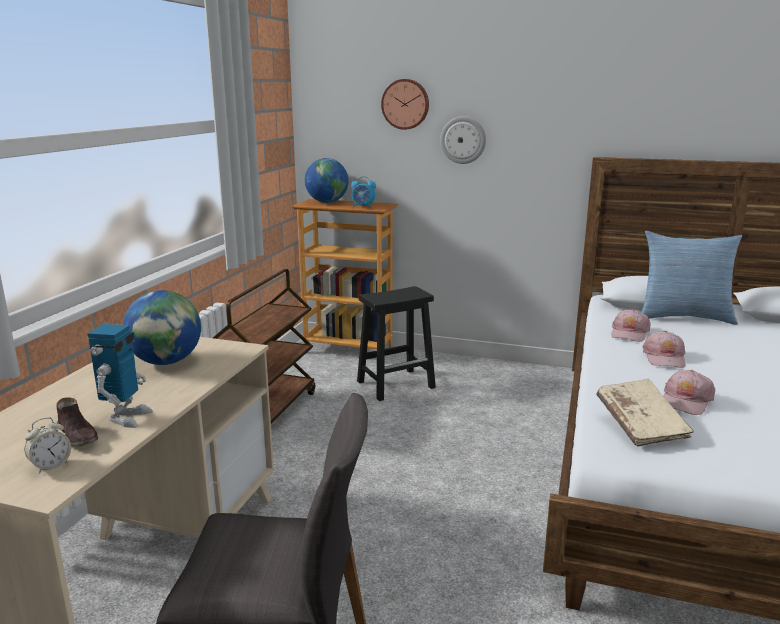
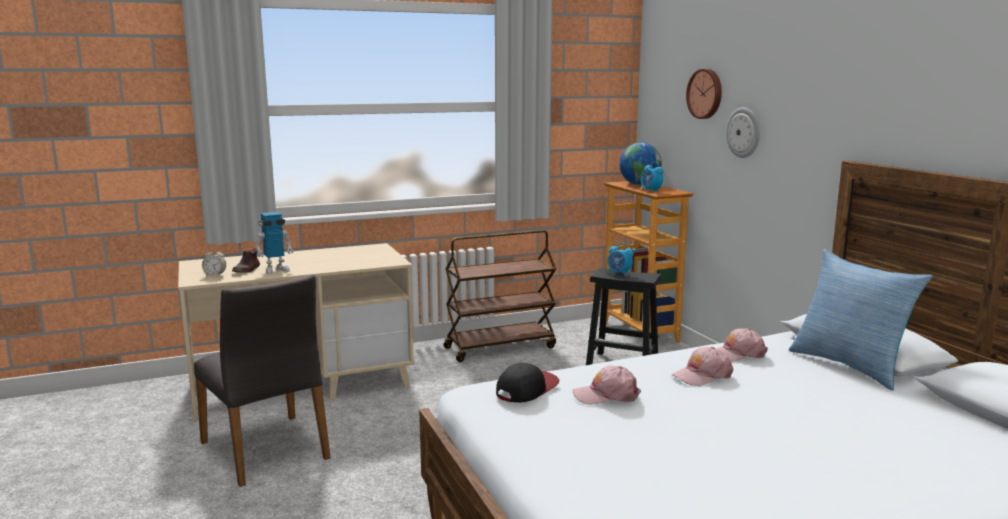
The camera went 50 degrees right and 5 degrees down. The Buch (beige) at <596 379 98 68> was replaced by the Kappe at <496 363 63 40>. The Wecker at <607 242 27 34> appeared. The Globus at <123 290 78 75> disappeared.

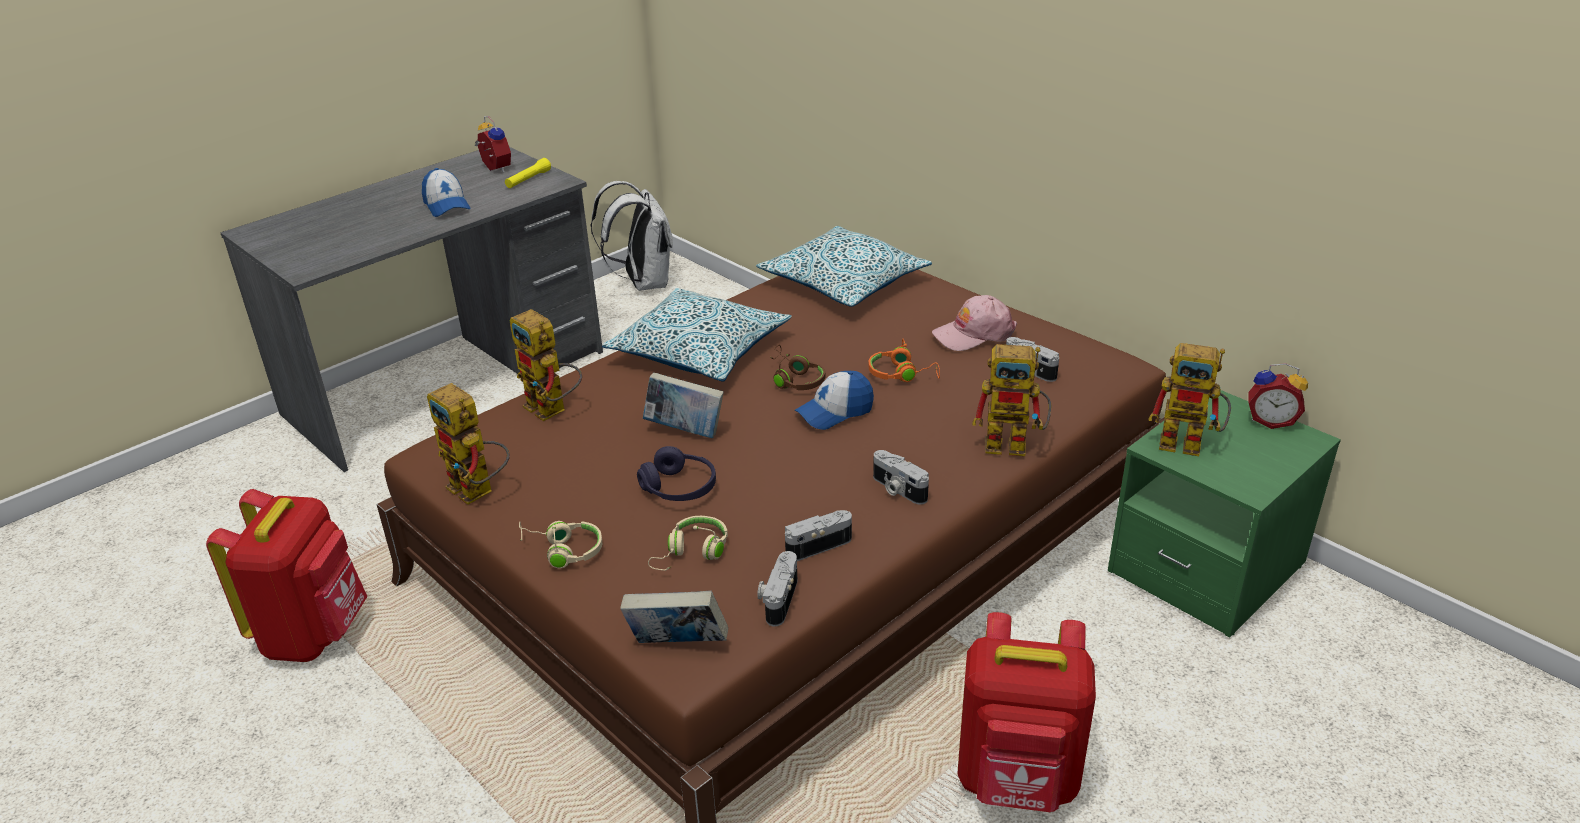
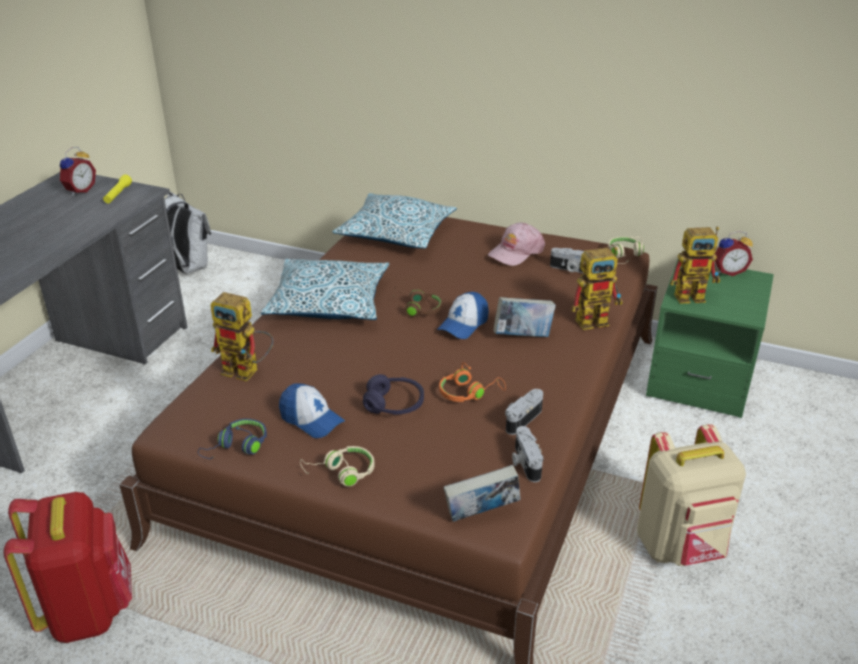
The camera went 25 degrees left and 0 degrees up. The Wecker at <474 116 37 56> turned 90 degrees clockwise. The Spielzeugroboter at <427 383 83 122> was replaced by the Kopfhörer (blau) at <198 419 69 40>. The Kappe moved from <422 168 49 49> to <279 383 66 55>. The Kopfhörer (orange) moved from <868 339 72 43> to <439 362 67 40>. The Buch moved from <643 372 81 66> to <493 297 63 40>. The Kopfhörer (beige) moved from <648 516 80 55> to <608 236 36 28>. The Rucksack (rot) at <957 612 139 200> became the Rucksack (beige) at <637 424 109 142>. The Kamera at <873 450 56 55> disappeared.

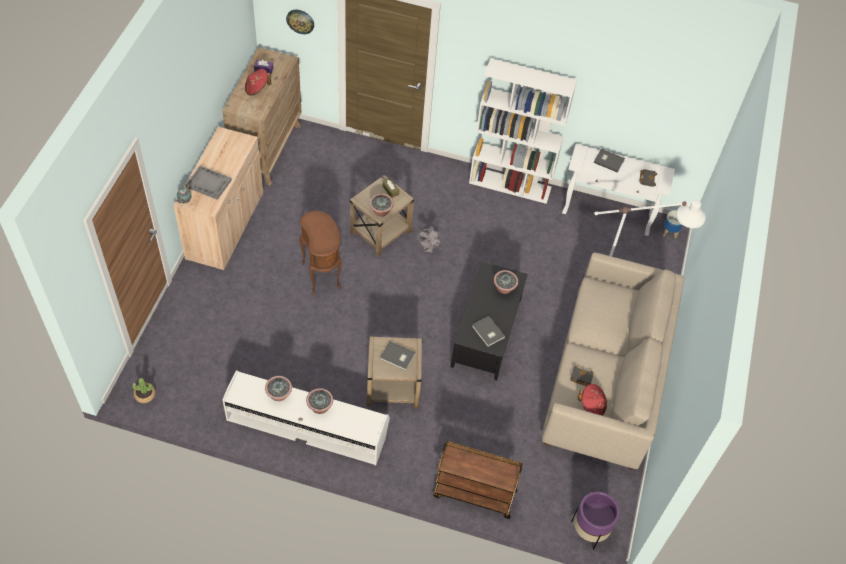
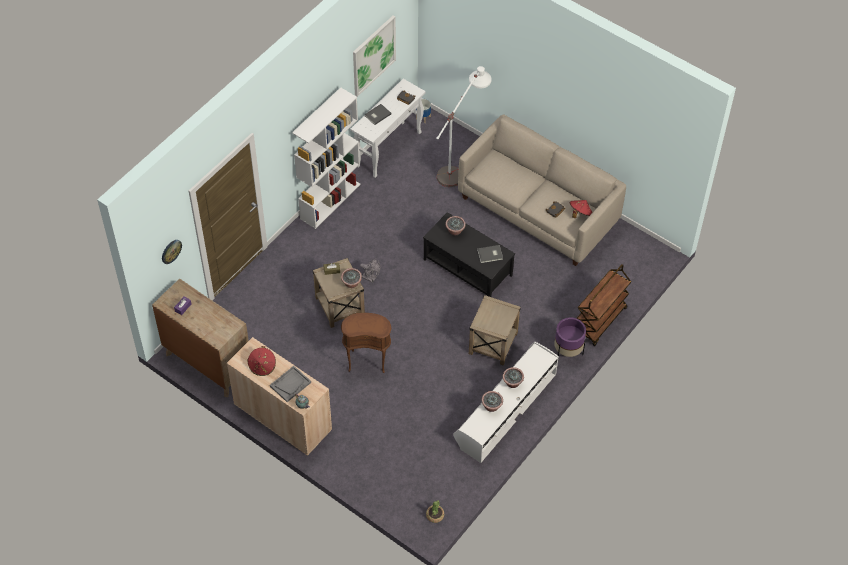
The camera went 65 degrees left and 0 degrees up. The Hut (rot) moved from <245 69 27 27> to <248 346 28 30>. The Bild at <353 16 43 81> appeared. The Pflanzkübel (lila) moved from <571 491 48 59> to <554 317 32 40>. The Buch (grau) at <380 341 36 30> disappeared.

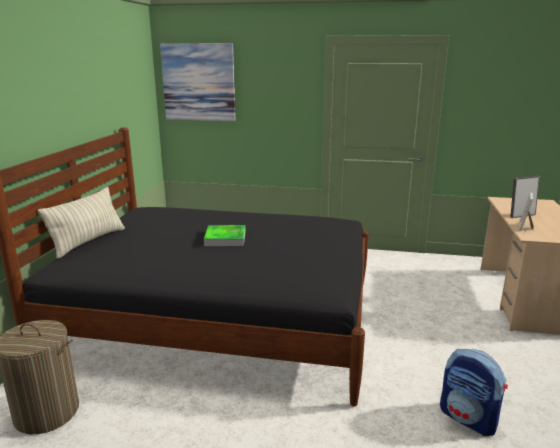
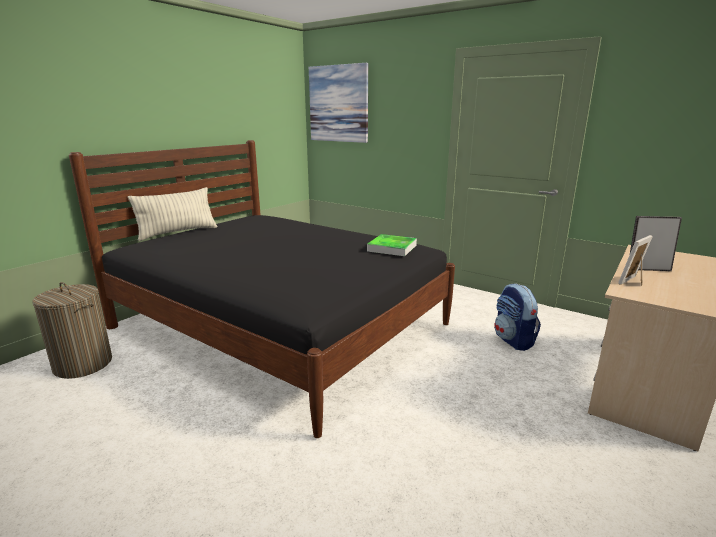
The camera went 25 degrees right and 0 degrees up. The Tablett moved from <204 225 41 21> to <367 234 50 22>. The Rucksack moved from <440 349 68 87> to <494 283 47 68>.

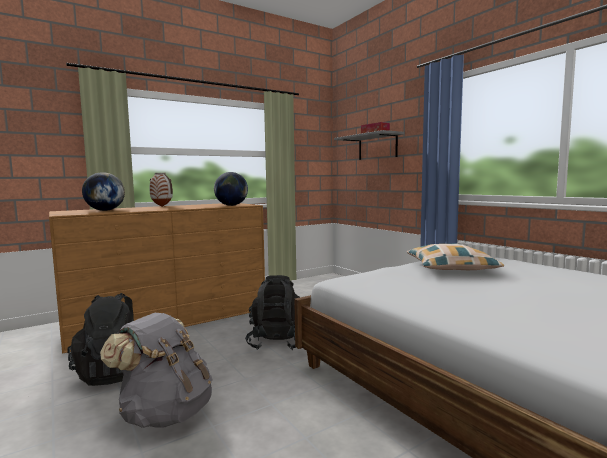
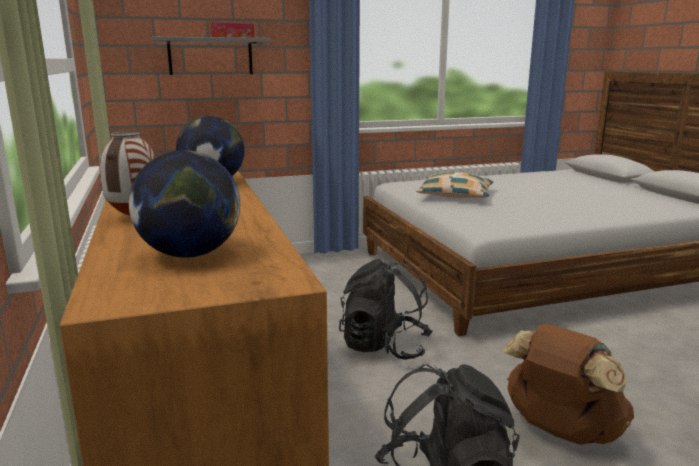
The camera went 75 degrees left and 10 degrees up. The Rucksack (grau) at <100 313 113 115> became the Rucksack (braun) at <502 324 132 121>.

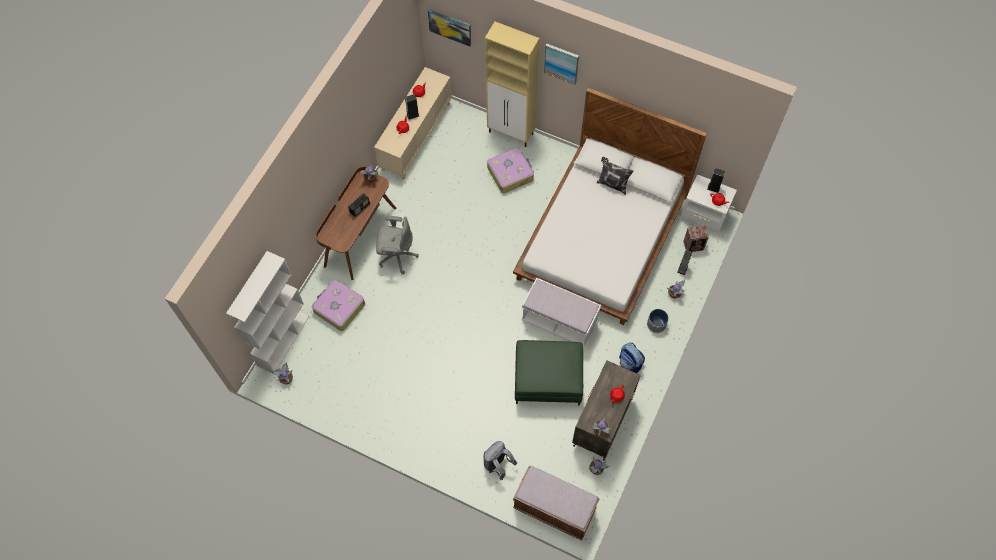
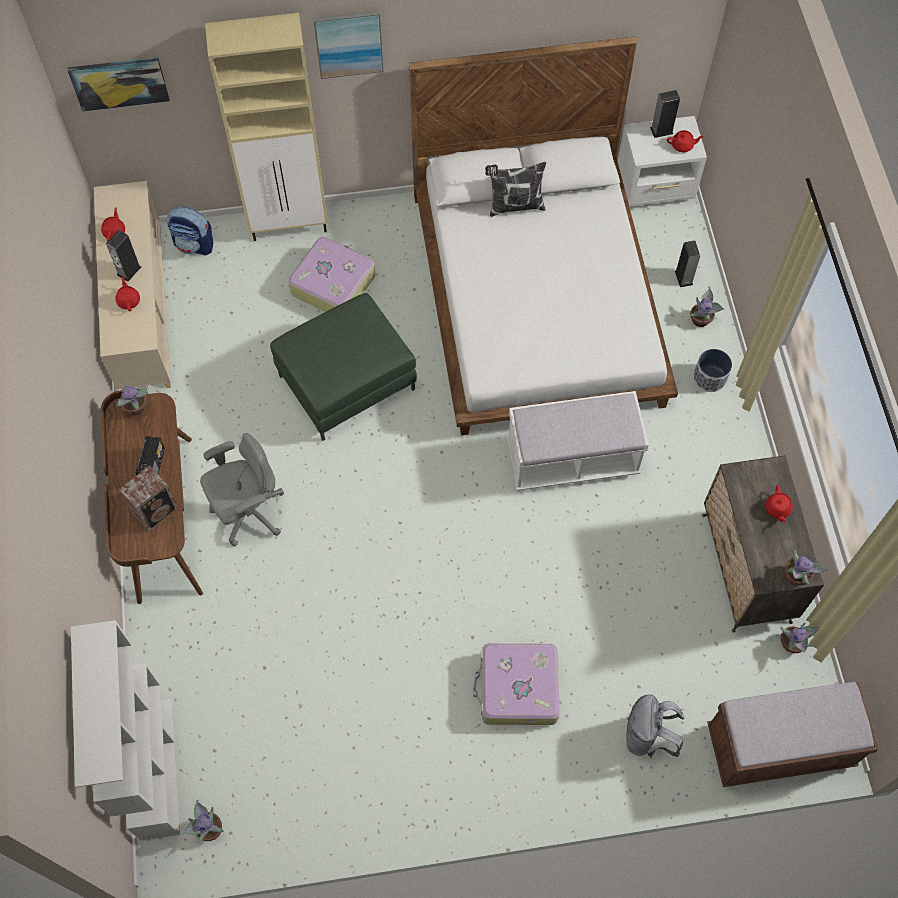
The camera went 35 degrees left and 0 degrees up. The Lautsprecher moved from <683 225 26 27> to <119 465 59 66>. The Rucksack moved from <619 343 26 30> to <166 207 47 48>. The Polsterhocker (grün) moved from <515 340 68 66> to <270 293 147 148>. The Koffer moved from <312 280 53 51> to <473 643 87 82>.

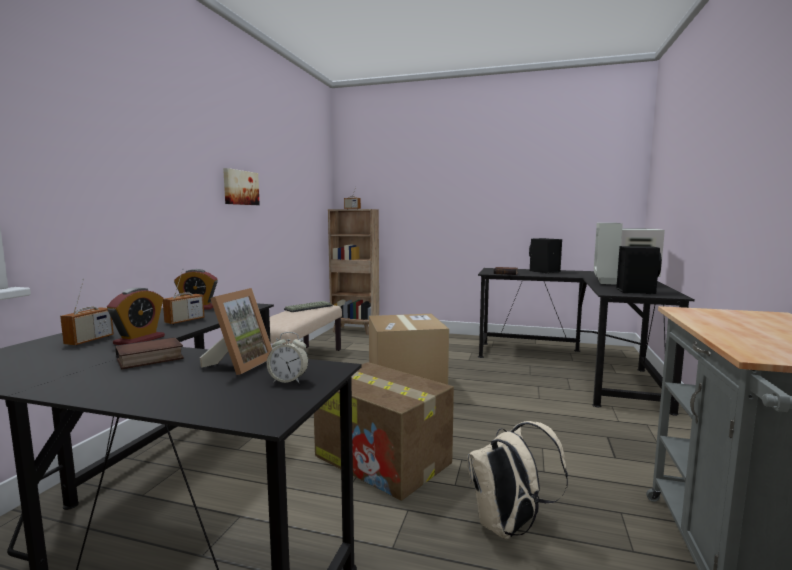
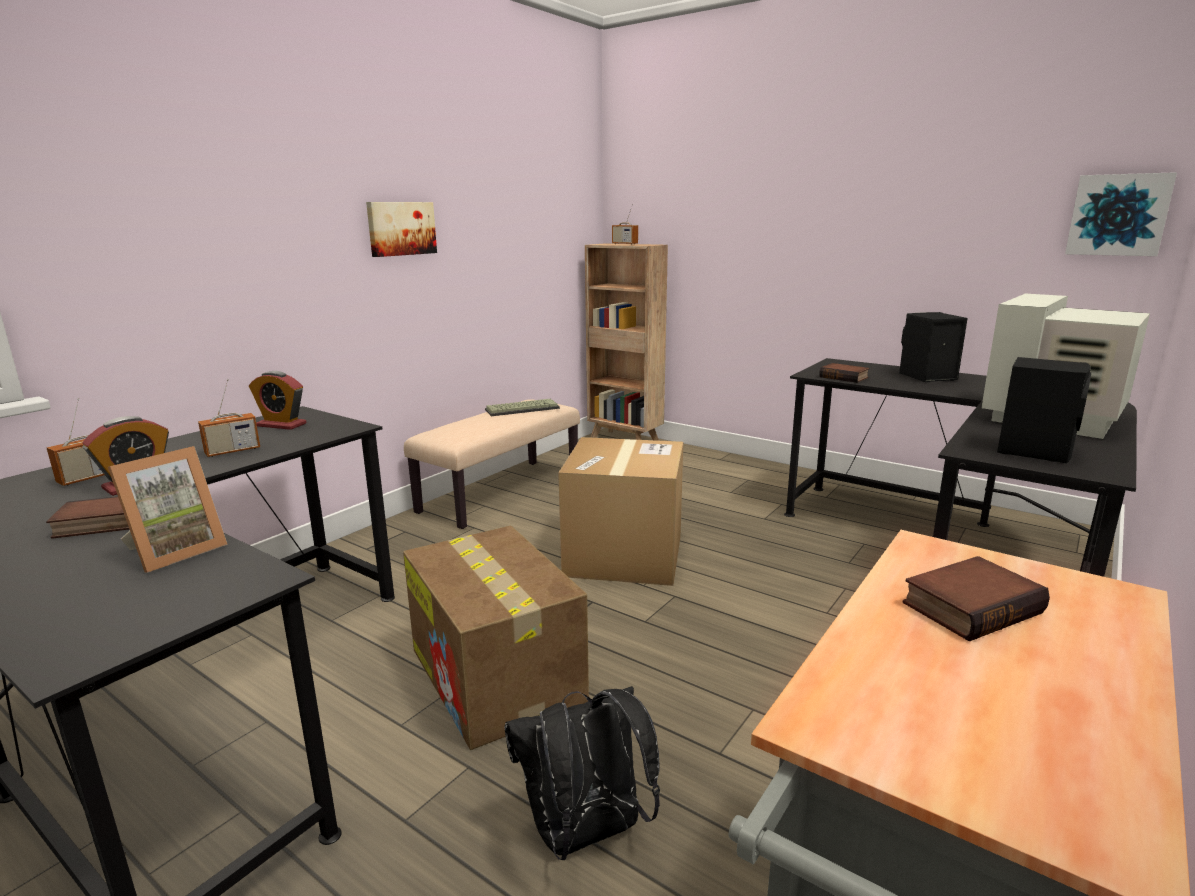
The camera went 20 degrees right and 10 degrees up. The Rucksack (beige) at <467 421 101 118> became the Rucksack (schwarz) at <505 686 155 174>. The Buch at <903 556 147 85> appeared. The Bild at <1065 172 112 84> appeared. The Wecker at <267 332 41 51> disappeared.

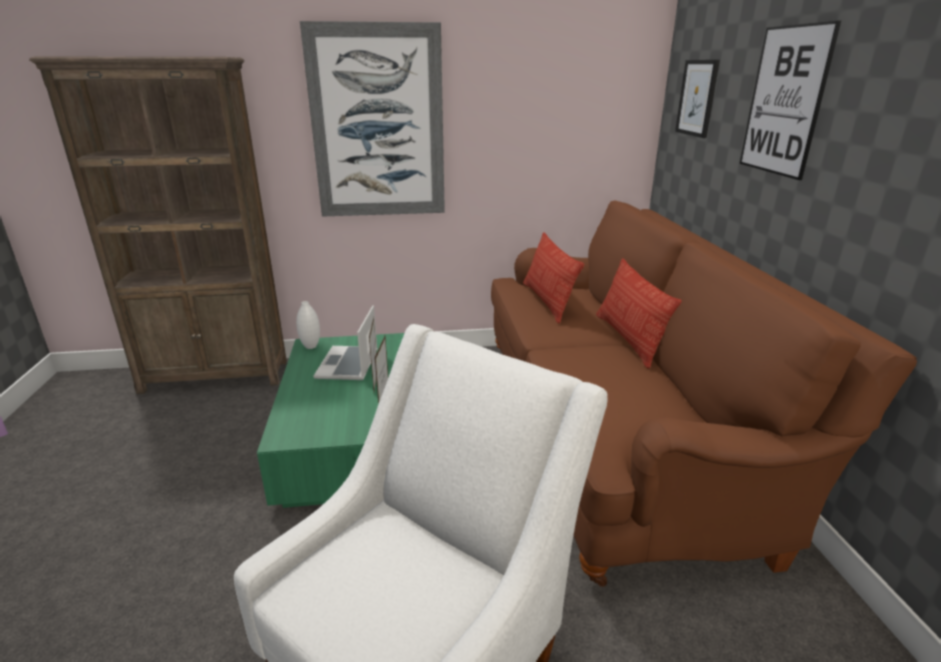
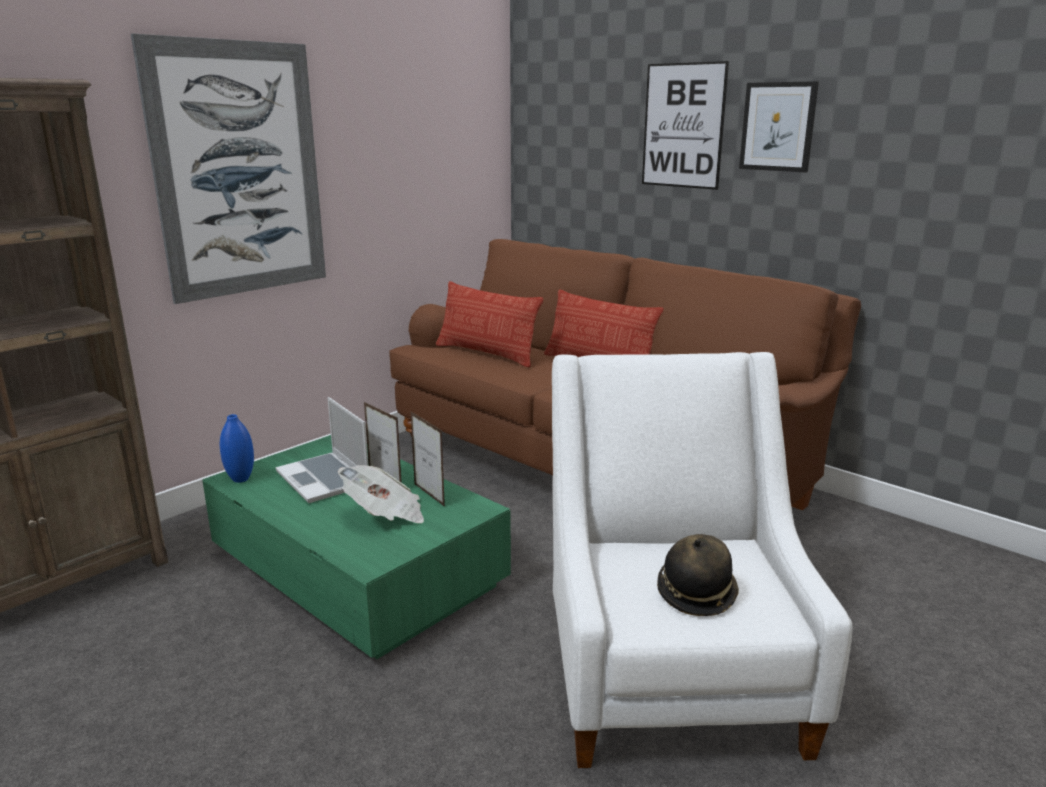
The camera went 40 degrees left and 5 degrees down. The Vase (weiß) at <296 301 24 48> became the Vase (blau) at <220 414 34 69>. The Zeitung at <338 465 86 58> appeared. The Hut at <657 534 82 82> appeared. The Bild moved from <675 60 45 78> to <739 81 80 91>.

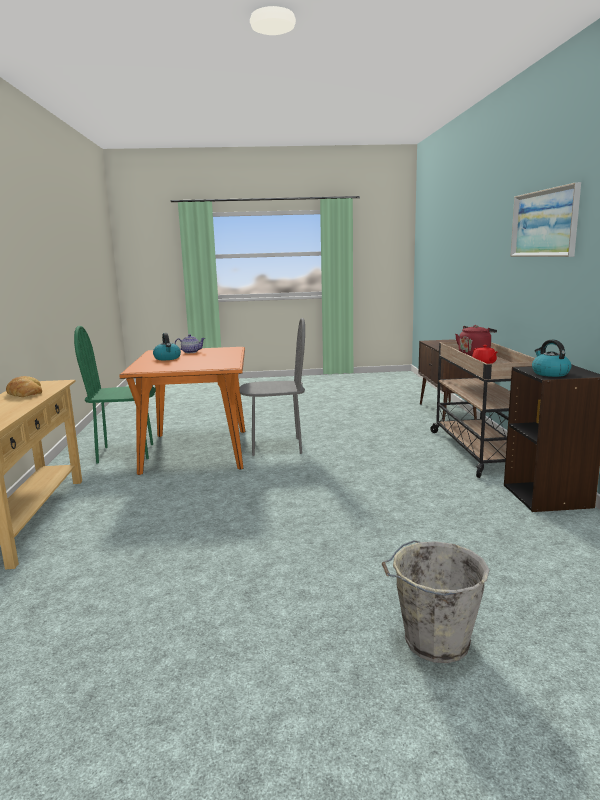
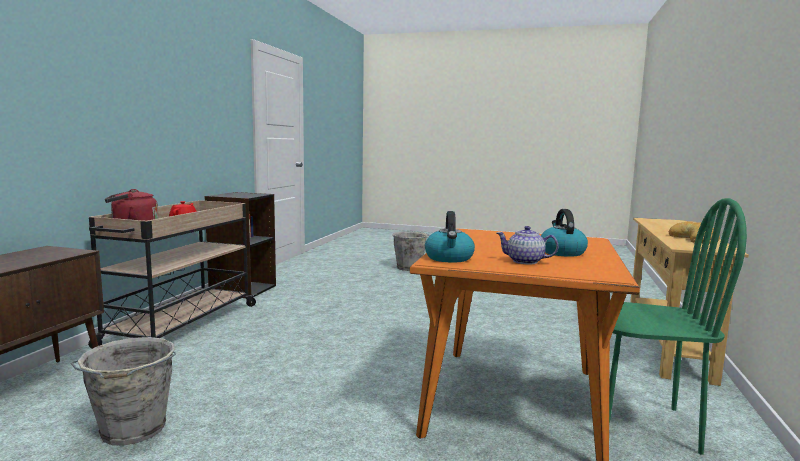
The camera went 160 degrees left and 5 degrees down. The Eimer (grau) at <71 337 105 109> appeared. The Wasserkessel moved from <532 340 39 37> to <425 211 50 52>. The Stuhl (grau) at <239 318 66 138> disappeared. The Bild at <510 182 71 75> disappeared.

